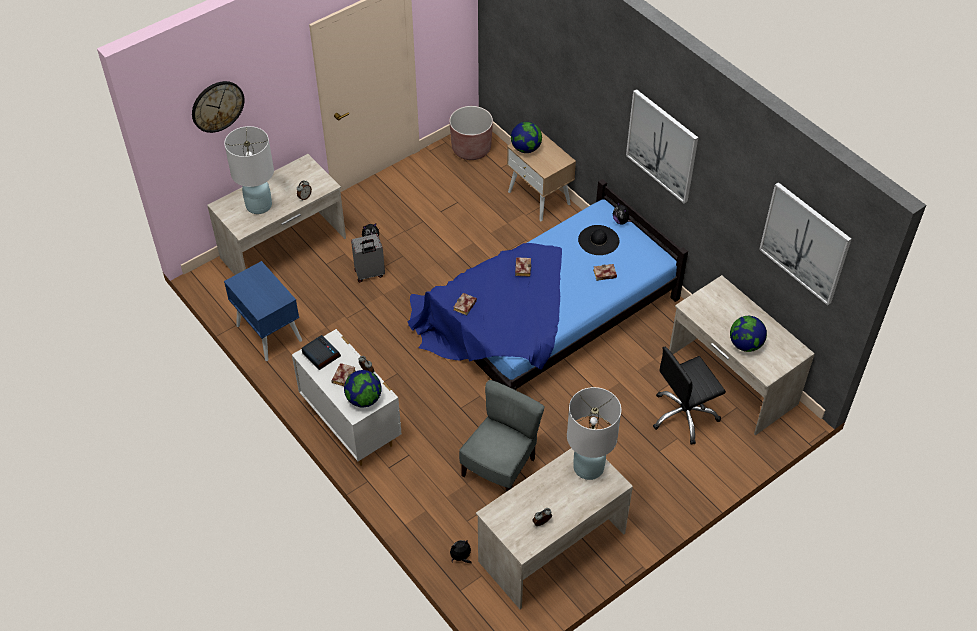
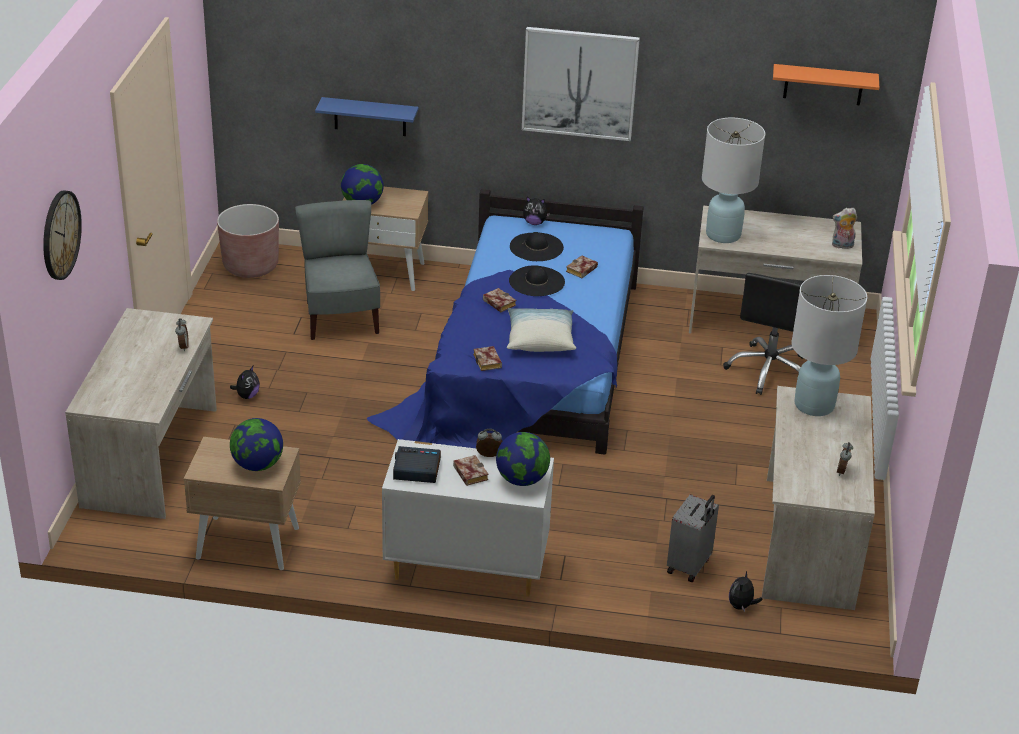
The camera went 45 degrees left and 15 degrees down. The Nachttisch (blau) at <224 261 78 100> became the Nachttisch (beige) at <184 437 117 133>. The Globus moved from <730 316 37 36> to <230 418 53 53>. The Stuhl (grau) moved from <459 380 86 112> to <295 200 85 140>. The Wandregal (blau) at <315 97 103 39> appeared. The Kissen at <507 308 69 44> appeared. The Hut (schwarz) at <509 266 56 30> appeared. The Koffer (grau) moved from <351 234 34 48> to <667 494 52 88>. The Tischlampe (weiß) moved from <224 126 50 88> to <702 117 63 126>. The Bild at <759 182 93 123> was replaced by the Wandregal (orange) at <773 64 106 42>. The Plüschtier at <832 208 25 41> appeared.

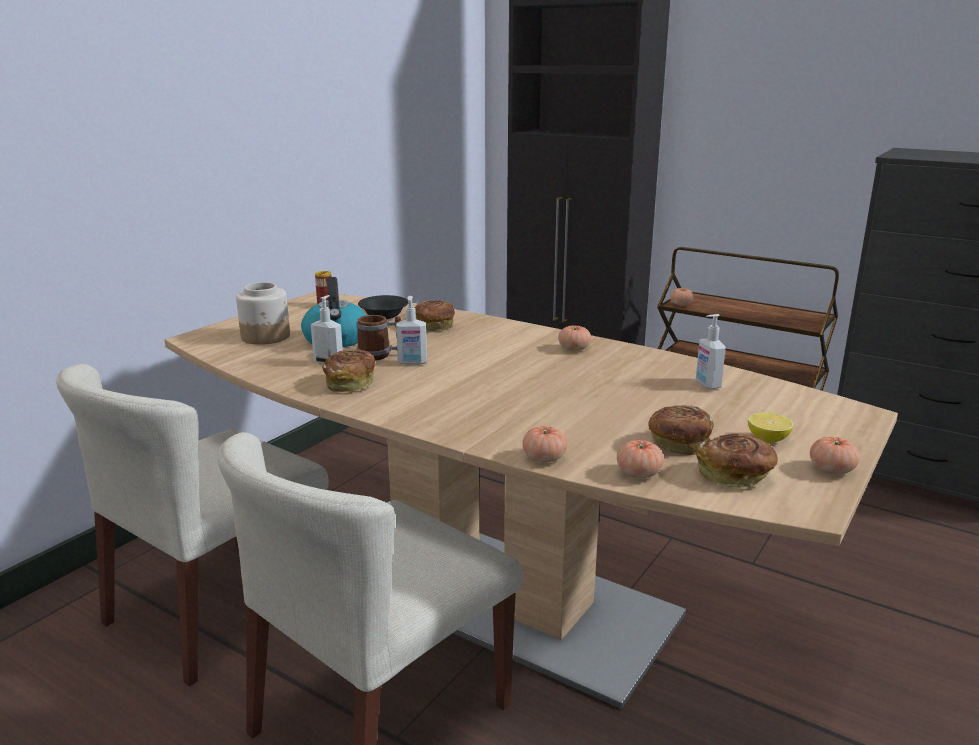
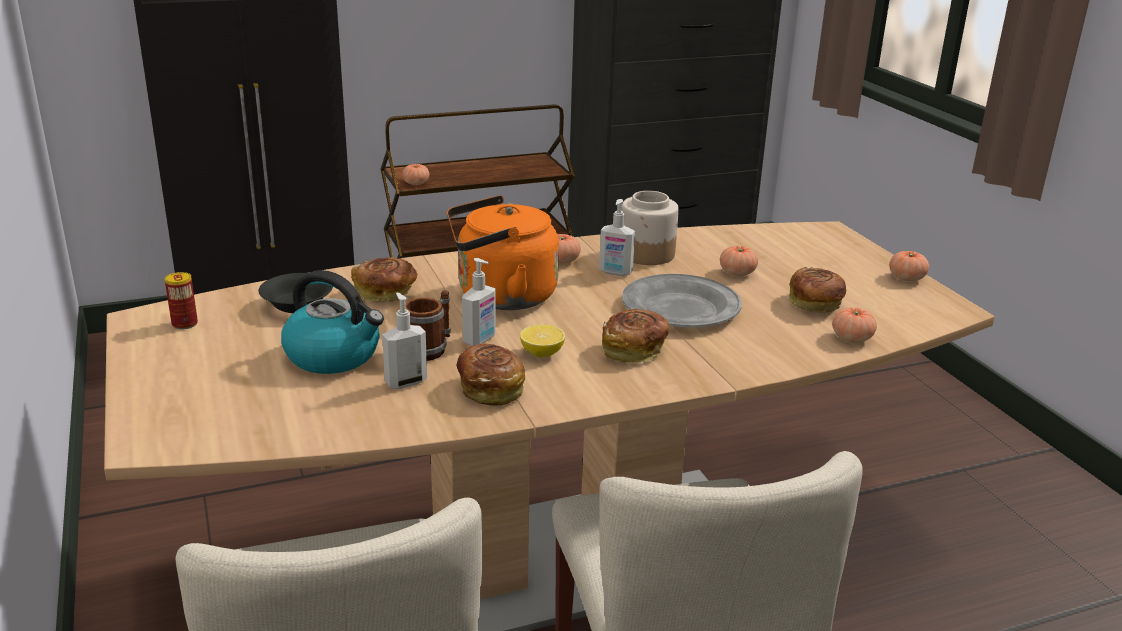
The camera went 55 degrees left and 5 degrees up. The Wasserkessel (orange) at <447 195 112 115> appeared. The Zitrone moved from <748 413 45 30> to <520 325 45 32>. The Seifenspender moved from <696 314 30 75> to <599 199 36 77>. The Brot moved from <696 434 82 54> to <602 309 68 54>. The Vorratsglas moved from <236 282 54 63> to <621 191 58 74>. The Teller (grau) at <622 274 120 54> appeared. The Tomate moved from <522 426 45 37> to <720 246 38 30>.

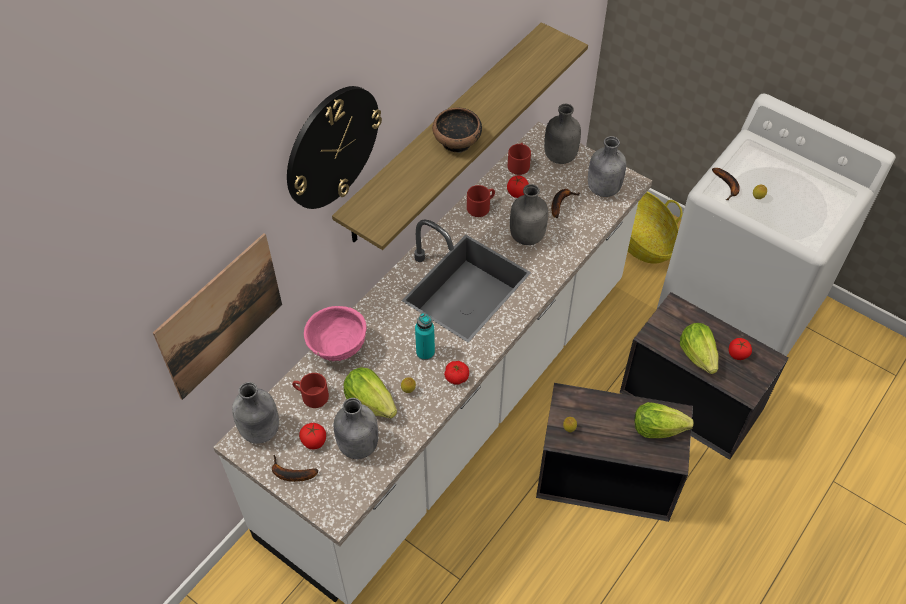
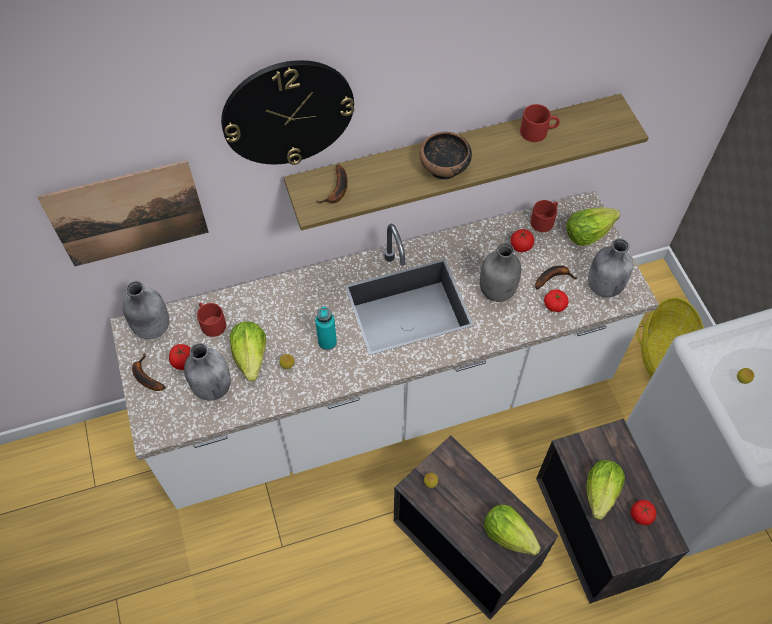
The camera went 35 degrees right and 5 degrees up. The Banane moved from <712 168 28 32> to <316 165 32 39>. The Henkelbecher (rot) moved from <467 185 28 32> to <520 104 40 38>. The Tomate moved from <444 361 25 24> to <544 289 25 23>. The Flasche (grau) at <544 104 37 60> was replaced by the Salatkopf at <566 207 54 39>. The Schüssel (rosa) at <304 306 63 55> disappeared.

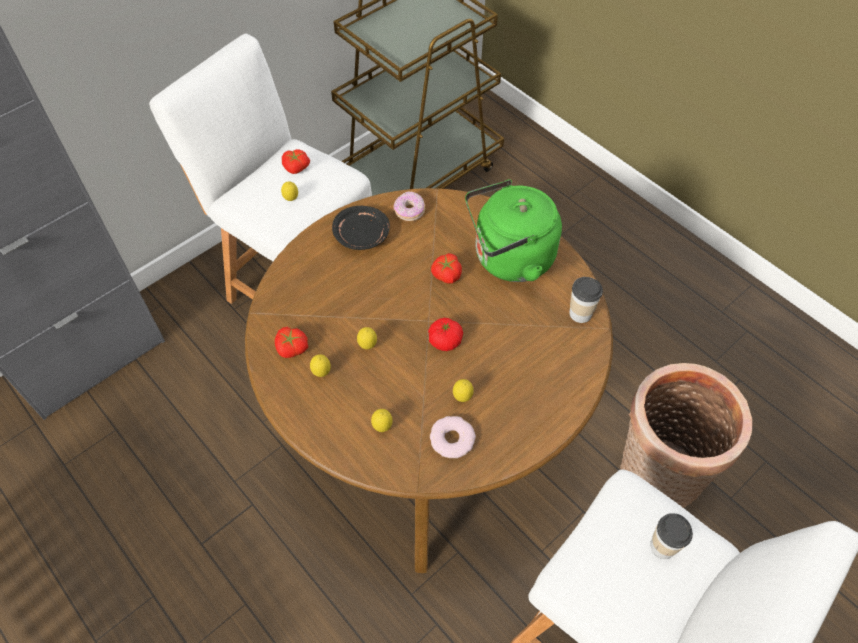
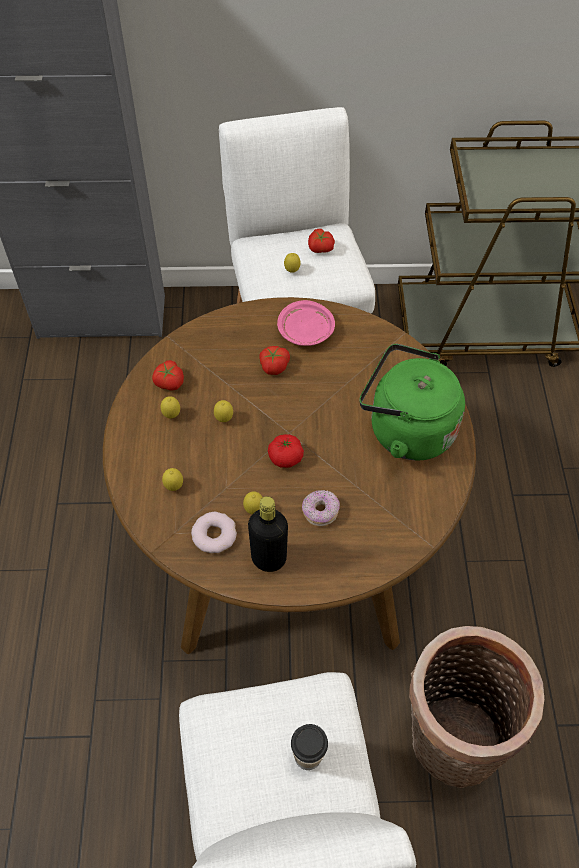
The camera went 40 degrees right and 0 degrees up. The Flasche (schwarz) at <248 496 40 76> appeared. The Tomate moved from <431 253 31 30> to <259 346 31 29>. The Teller (schwarz) at <332 206 58 44> became the Teller (rosa) at <277 300 58 46>. The Donut moved from <394 192 31 29> to <302 490 38 36>. The Tasse at <569 277 34 46> disappeared.

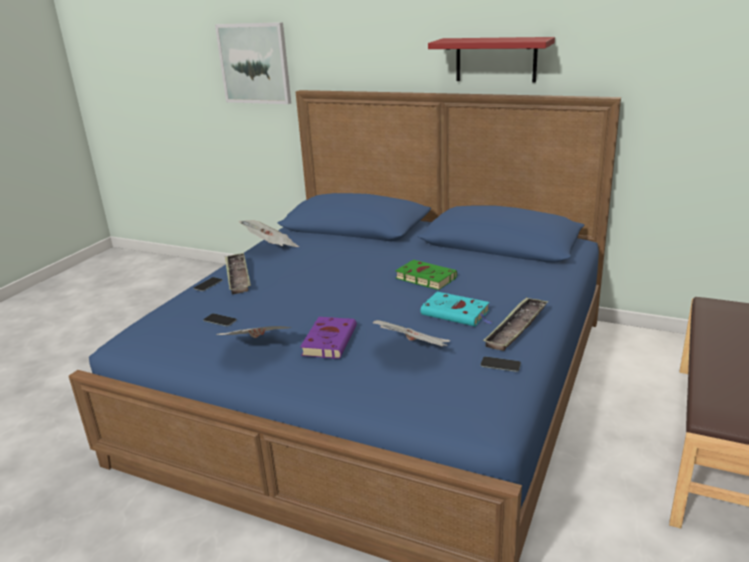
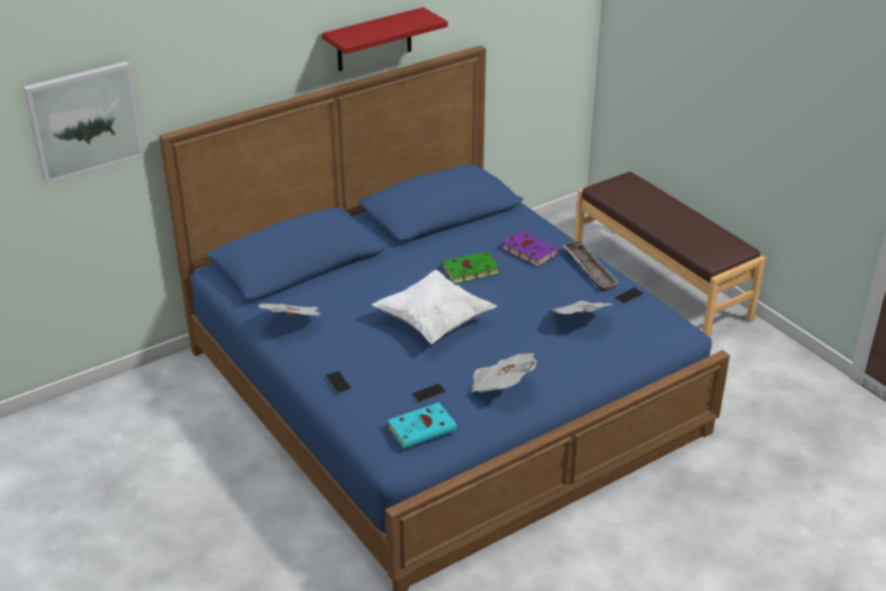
The camera went 60 degrees left and 10 degrees up. The Kissen (weiß) at <372 270 125 74> appeared. The Buch (türkis) moved from <421 292 71 34> to <388 402 72 47>. The Buch (lila) moved from <300 317 57 42> to <502 231 57 36>. The Tablett at <225 253 26 41> disappeared.

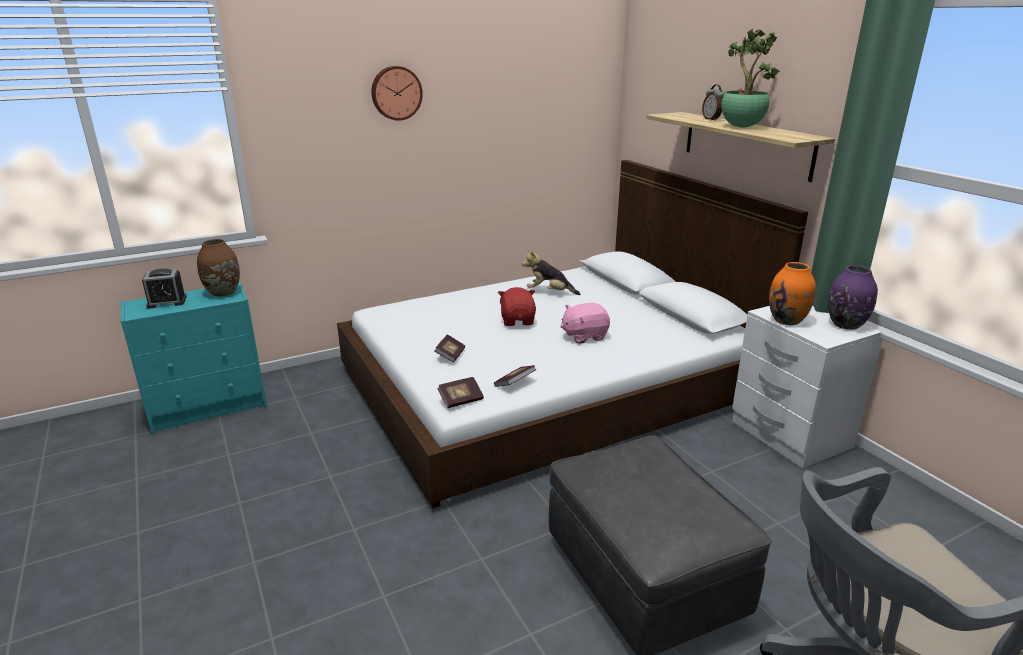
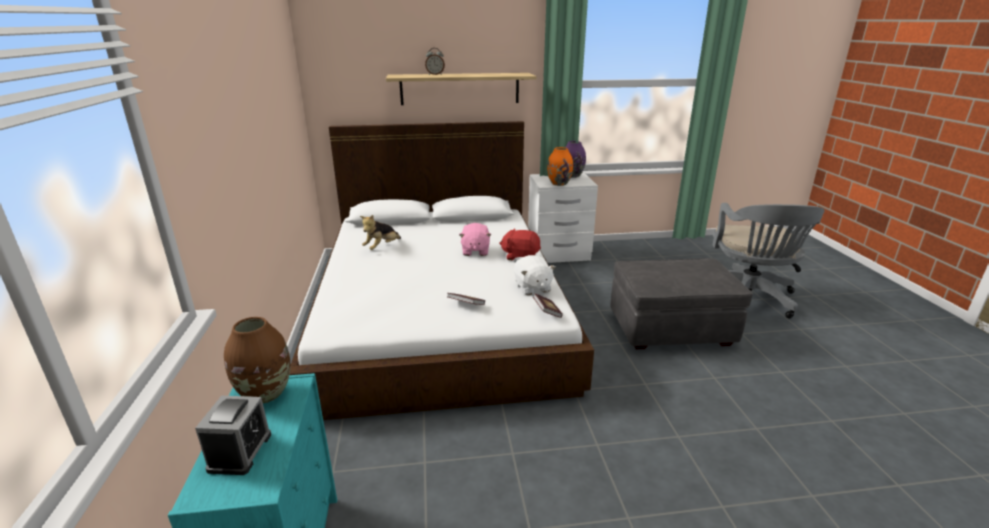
The camera went 70 degrees left and 0 degrees up. The Plüschtier (rot) moved from <498 287 38 39> to <500 228 41 33>. The Buch at <494 365 43 22> was replaced by the Plüschtier (weiß) at <514 255 42 40>. The Wanduhr at <371 66 52 55> disappeared. The Topfpflanze at <721 29 58 98> disappeared.

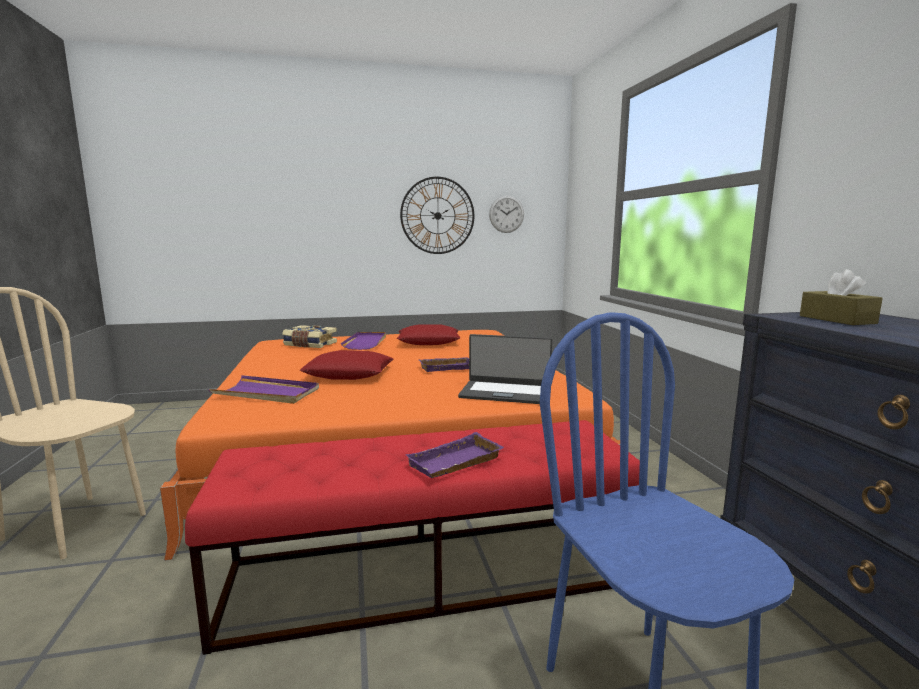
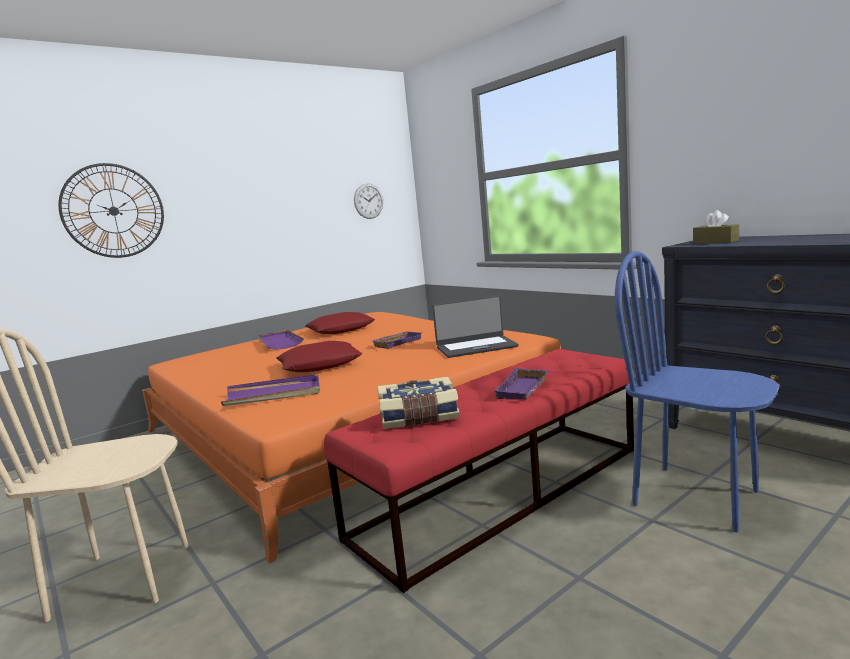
The camera went 25 degrees left and 0 degrees up. The Wanduhr moved from <400 177 74 77> to <58 163 106 95>. The Buch moved from <282 325 55 23> to <377 377 83 52>.

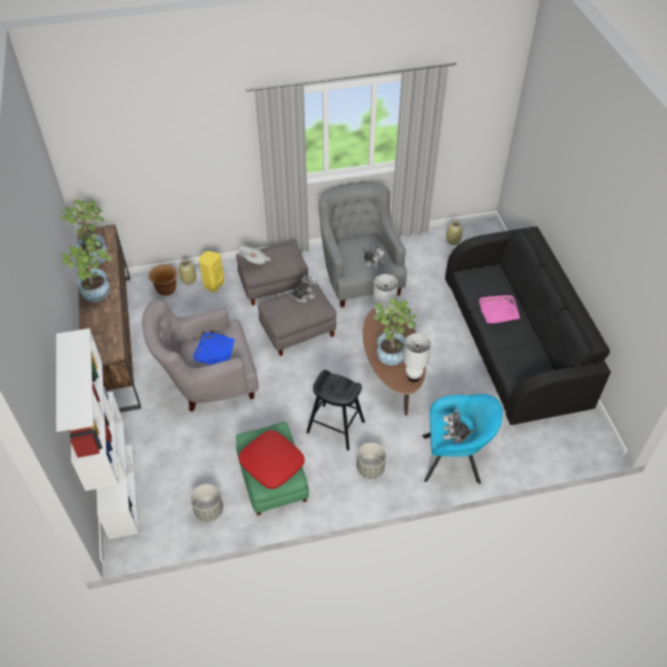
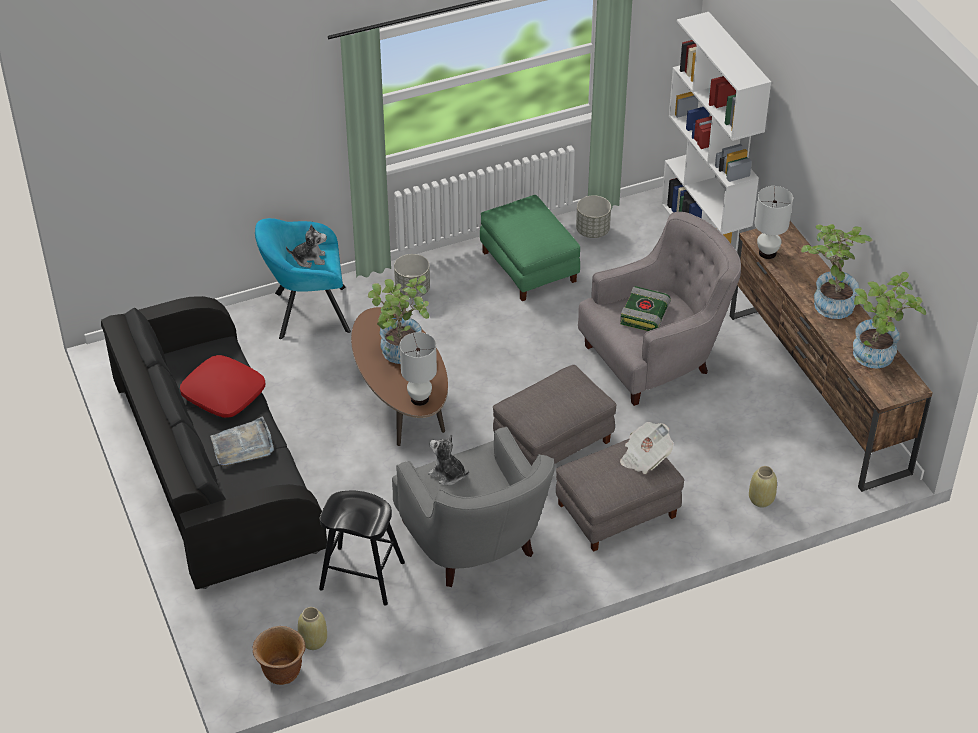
The camera went 170 degrees right and 5 degrees down. The Kissen (rot) moved from <239 430 66 59> to <180 355 85 63>. The Tablett (rosa) at <479 295 41 28> became the Tablett (grau) at <210 416 64 50>. The Pflanzkübel (braun) moved from <149 264 29 32> to <253 626 52 59>. The Hocker (schwarz) moved from <306 370 59 80> to <319 491 86 114>. The Tablett (blau) at <193 332 42 33> was replaced by the Buch at <620 286 51 45>. The Tischlampe (weiß) moved from <403 333 28 49> to <754 186 39 73>. The Lautsprecher (gelb) at <199 251 26 41> disappeared. The Plüschtier at <288 273 28 29> disappeared.

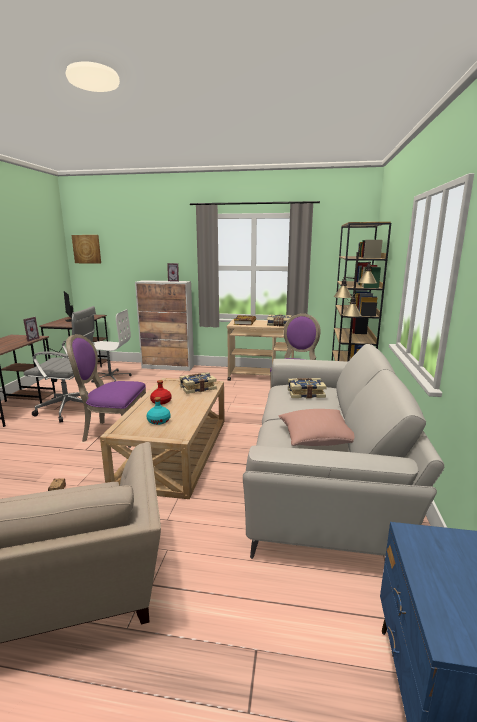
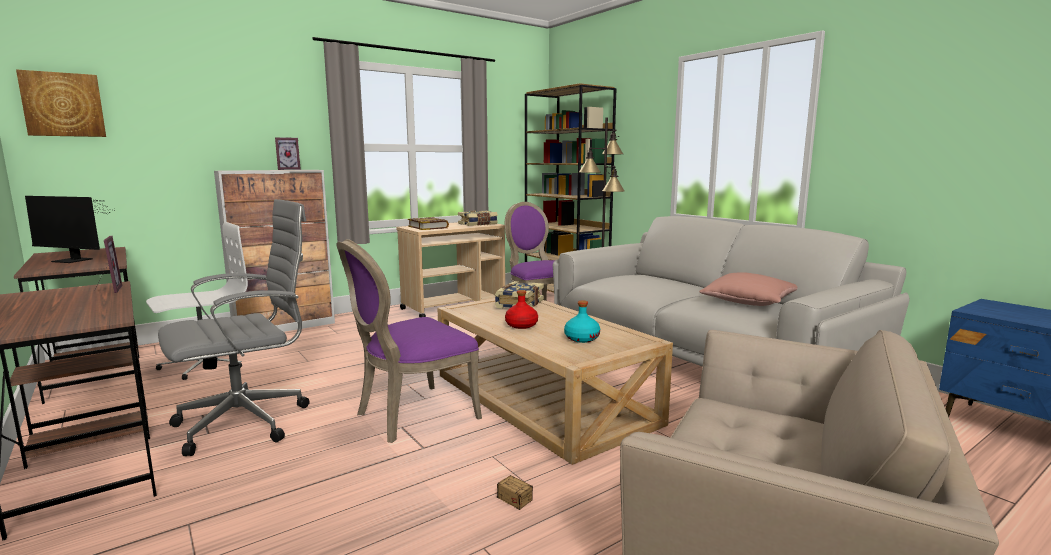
The camera went 45 degrees left and 5 degrees down. The Buch at <288 378 39 20> disappeared.

